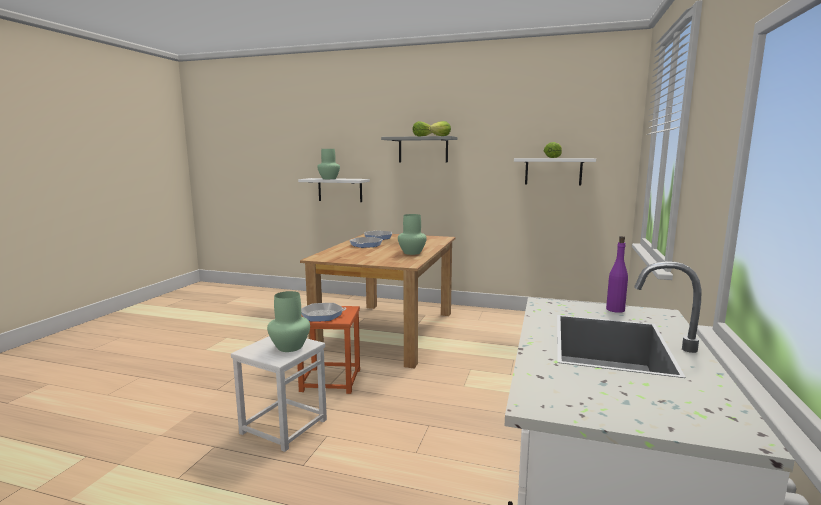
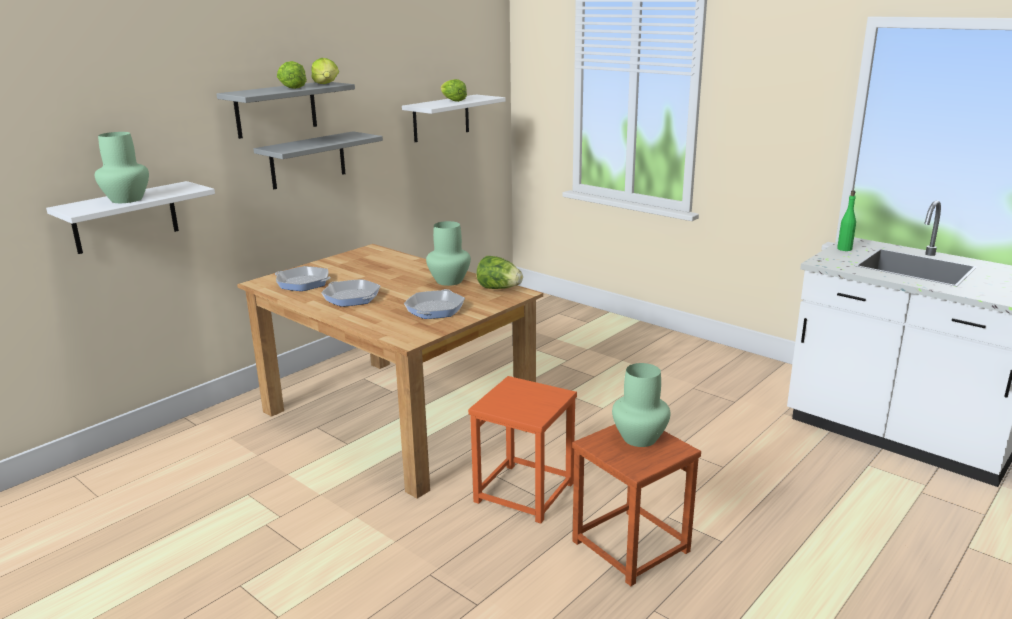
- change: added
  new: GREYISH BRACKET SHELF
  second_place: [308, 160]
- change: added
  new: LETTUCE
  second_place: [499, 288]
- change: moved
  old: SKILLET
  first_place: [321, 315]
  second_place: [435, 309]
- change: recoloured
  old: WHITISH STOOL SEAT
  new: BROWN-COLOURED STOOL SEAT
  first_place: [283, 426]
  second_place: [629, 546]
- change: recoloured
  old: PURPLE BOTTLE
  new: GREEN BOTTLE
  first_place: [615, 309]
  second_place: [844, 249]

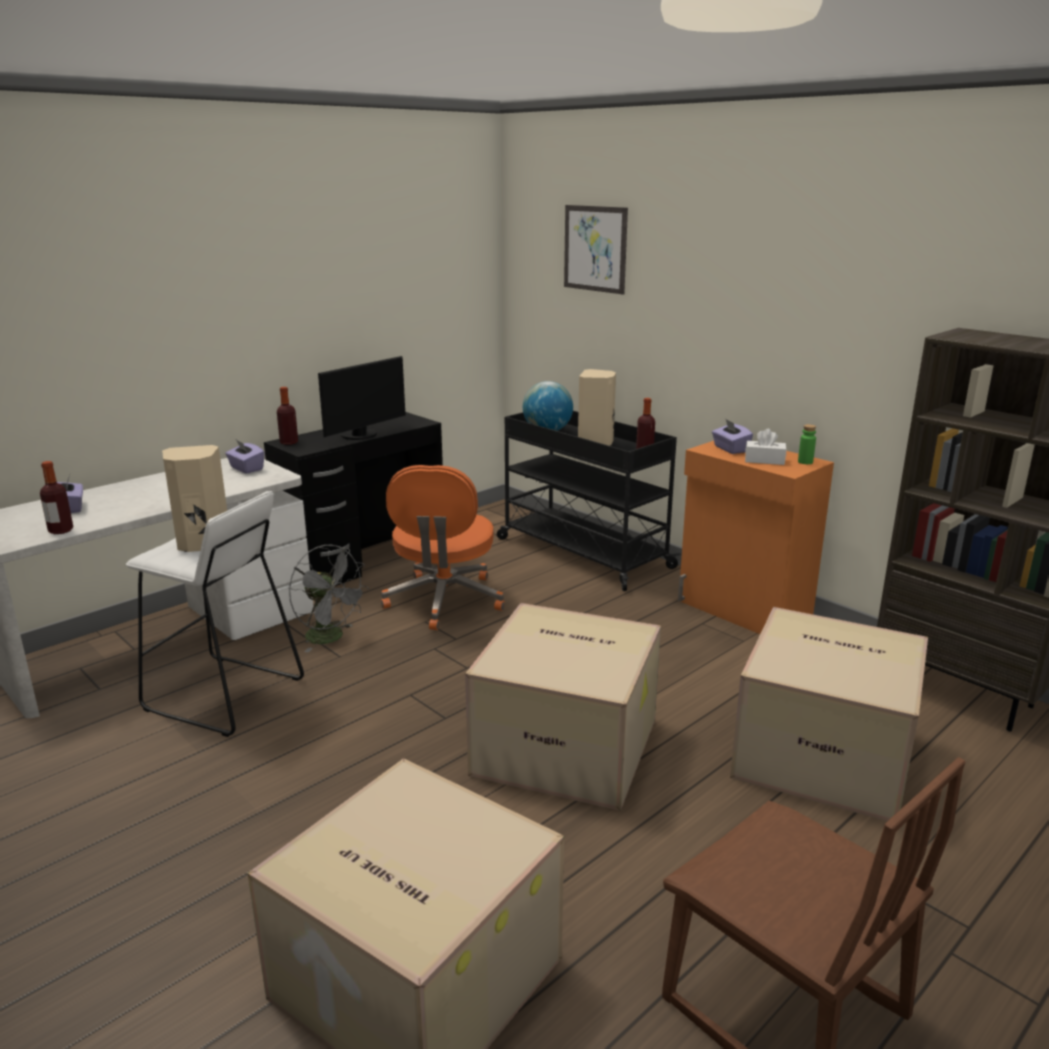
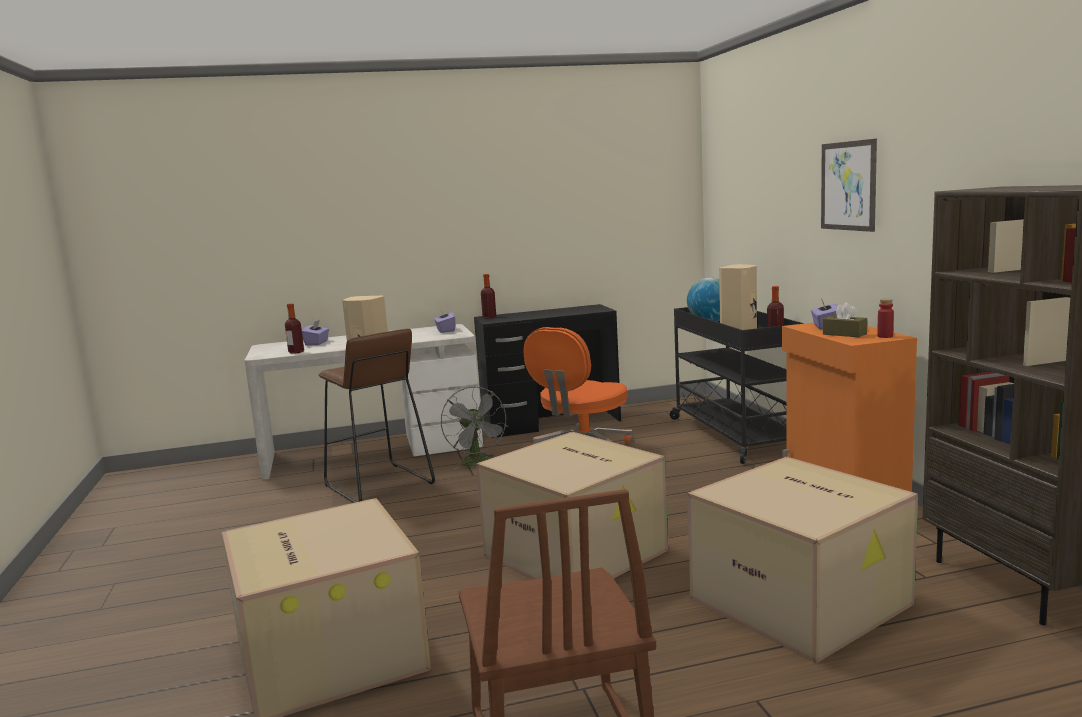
- change: removed
  old: COMPUTER SCREEN
  first_place: [361, 435]
- change: moved
  old: WALL PICTURE
  first_place: [595, 249]
  second_place: [848, 186]
- change: recoloured
  old: WHITISH STOOL SEAT
  new: BROWN-COLOURED STOOL SEAT
  first_place: [224, 695]
  second_place: [378, 485]
- change: recoloured
  old: WHITISH TISSUE HOLDER
  new: BROWN-COLOURED TISSUE HOLDER
  first_place: [764, 460]
  second_place: [844, 334]
- change: recoloured
  old: GREEN BOTTLE
  new: RED-COLOURED BOTTLE
  first_place: [805, 462]
  second_place: [885, 336]

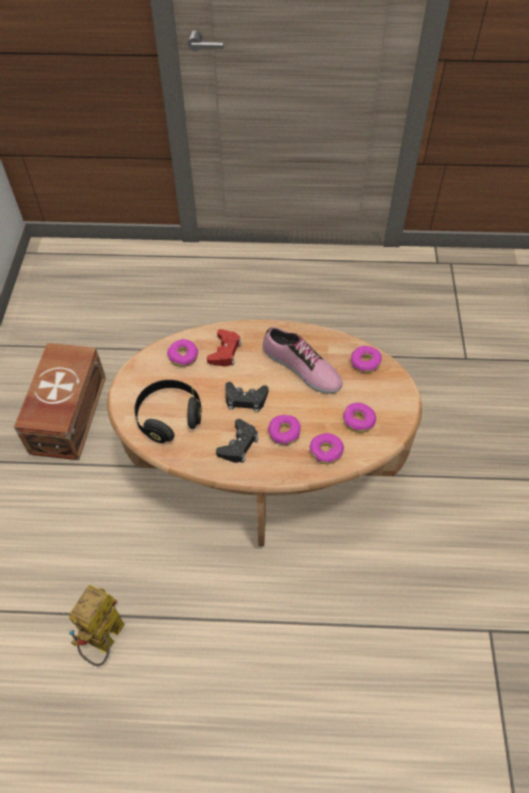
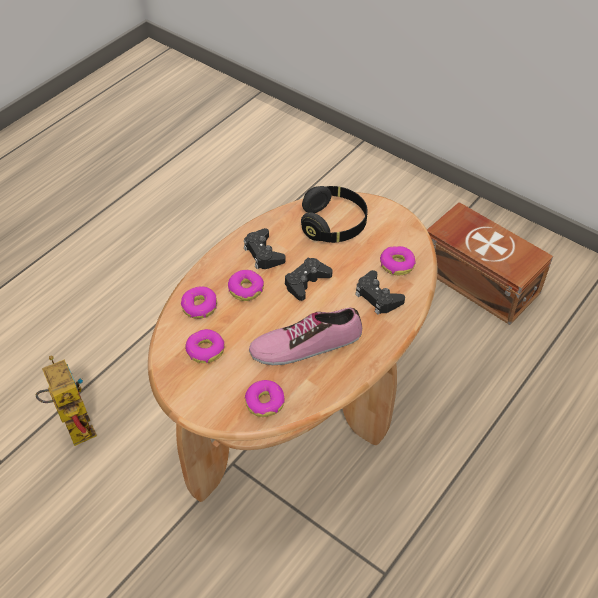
- change: moved
  old: ROBOT FIGURE
  first_place: [105, 643]
  second_place: [73, 423]
- change: recoloured
  old: RED-COLOURED GAMEPAD
  new: BLACK-COLOURED GAMEPAD
  first_place: [225, 352]
  second_place: [377, 297]

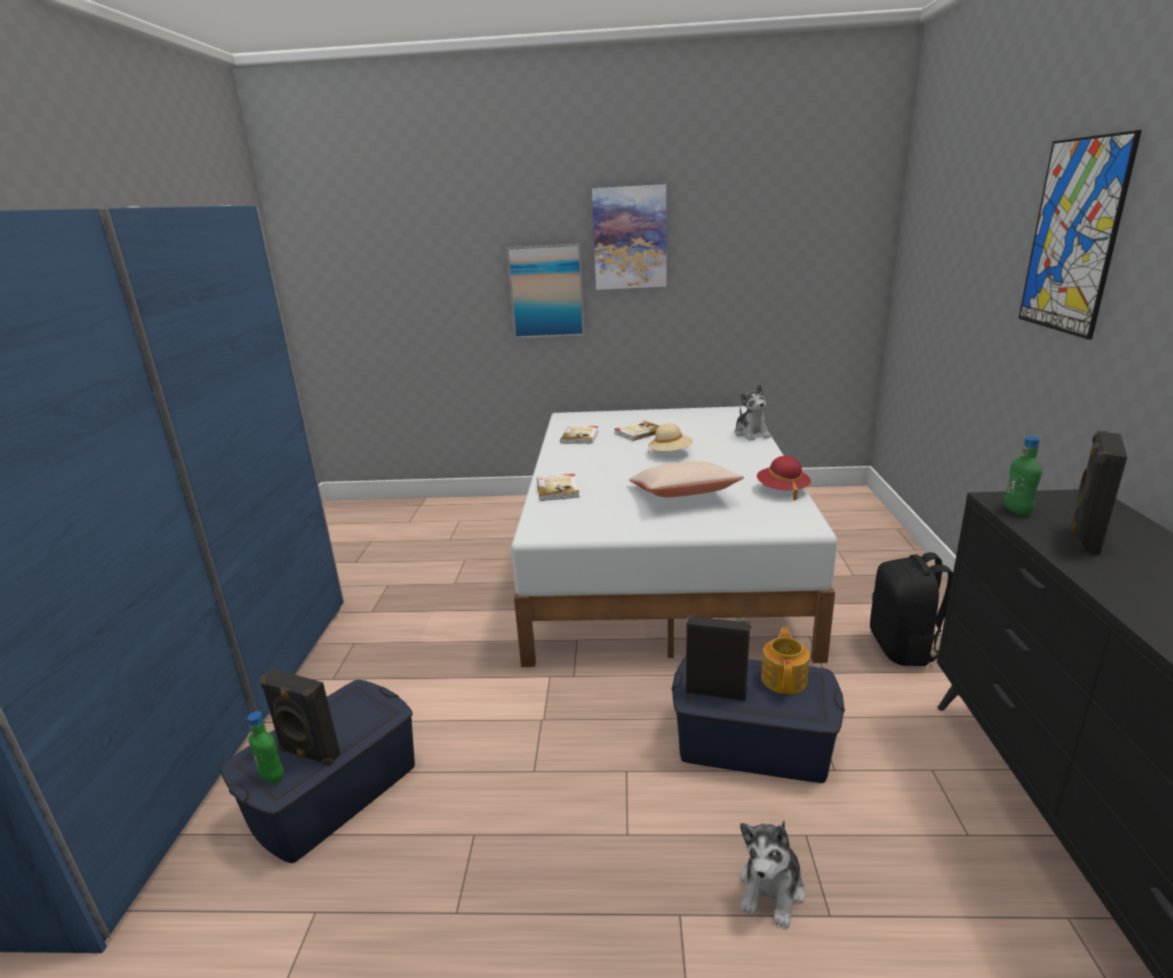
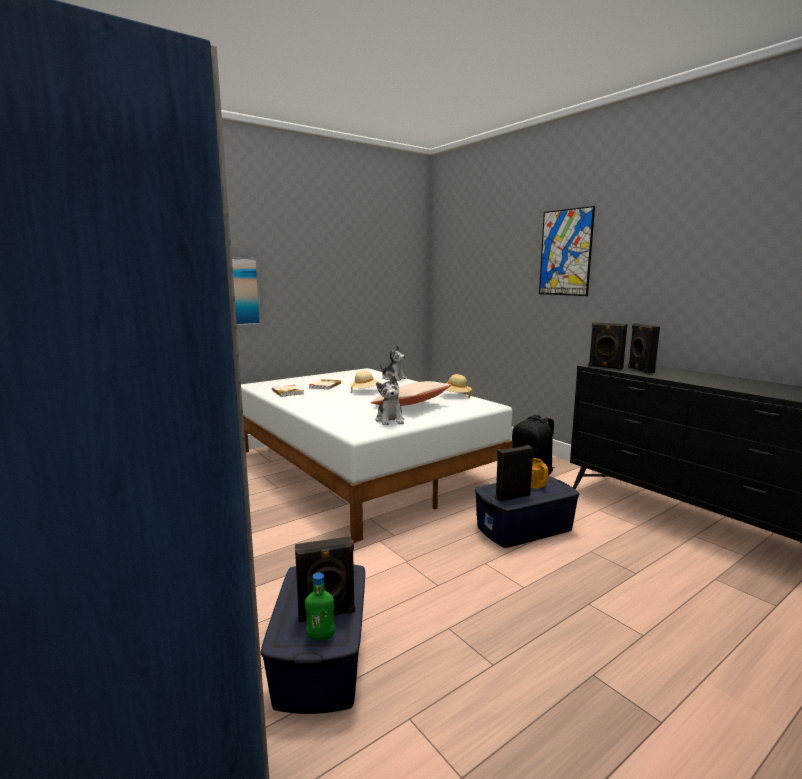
- change: removed
  old: BOOK
  first_place: [558, 489]
- change: removed
  old: WALL PICTURE
  first_place: [629, 238]
- change: moved
  old: CUDDLY TOY
  first_place: [772, 889]
  second_place: [390, 420]
- change: replaced
  old: GREEN BOTTLE
  new: BLACK-COLOURED AUDIO SPEAKER
  first_place: [1017, 511]
  second_place: [605, 367]
- change: recoloured
  old: RED-COLOURED CLOTHING HAT
  new: BEIGE CLOTHING HAT
  first_place: [782, 490]
  second_place: [455, 395]

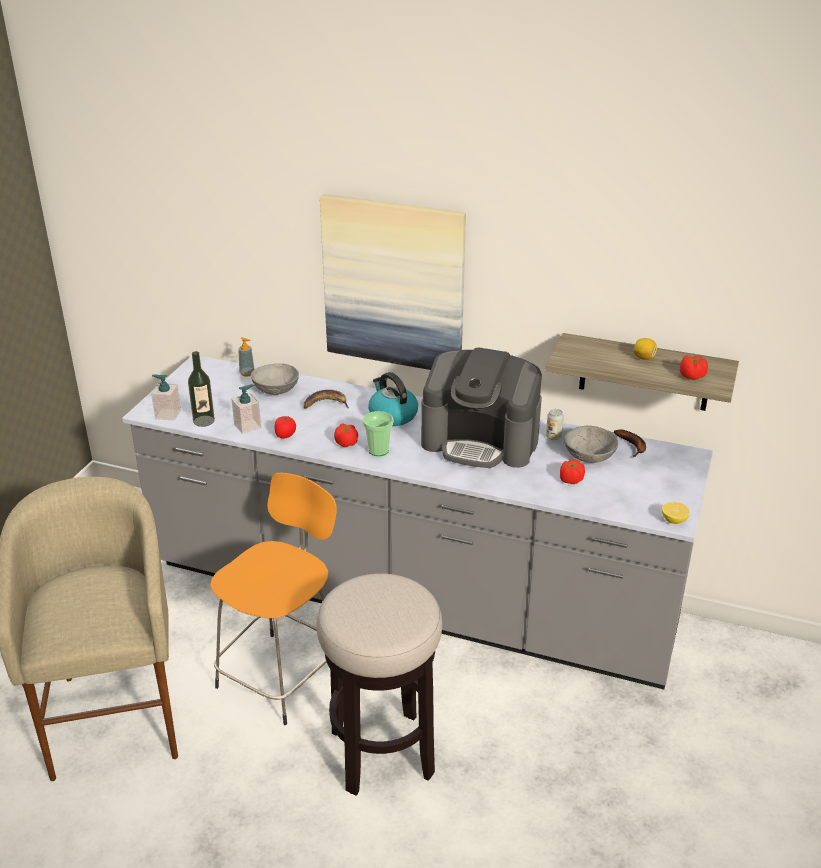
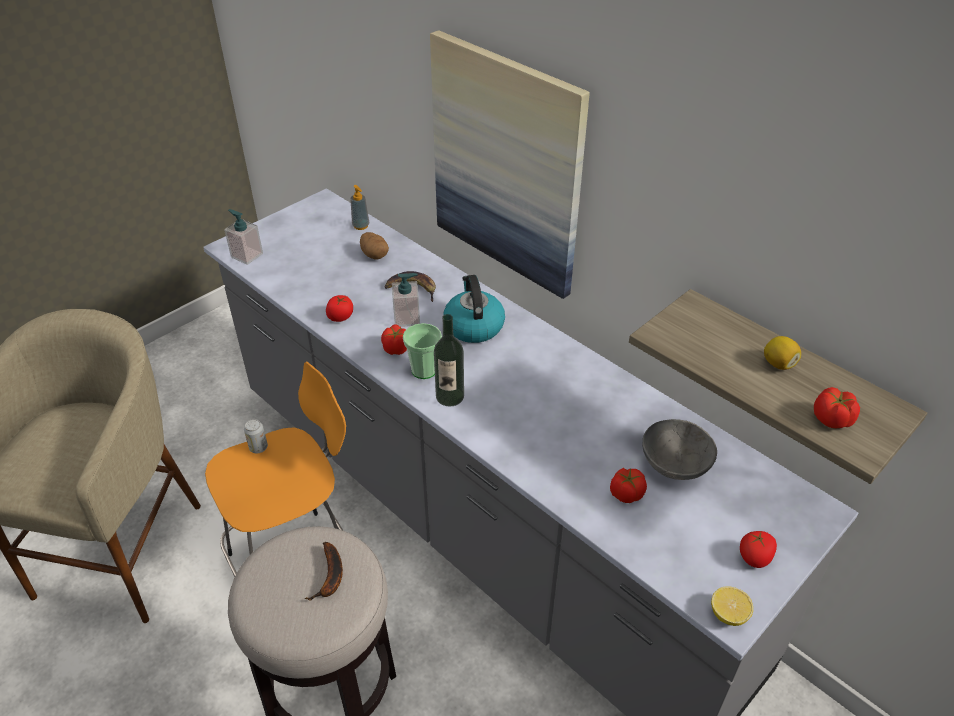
- change: removed
  old: COFFEE MAKER
  first_place: [481, 441]
- change: added
  new: FRESH TOMATO
  second_place: [754, 557]
- change: moved
  old: BOTTLE
  first_place: [204, 421]
  second_place: [450, 396]
- change: moved
  old: LIQUID SOAP BOTTLE
  first_place: [247, 426]
  second_place: [407, 318]
- change: moved
  old: METAL CAN
  first_place: [553, 437]
  second_place: [258, 447]
- change: moved
  old: BANANA
  first_place: [633, 446]
  second_place: [330, 577]
- change: replaced
  old: GREYISH DEEP DISH
  new: SPUD
  first_place: [276, 389]
  second_place: [374, 255]

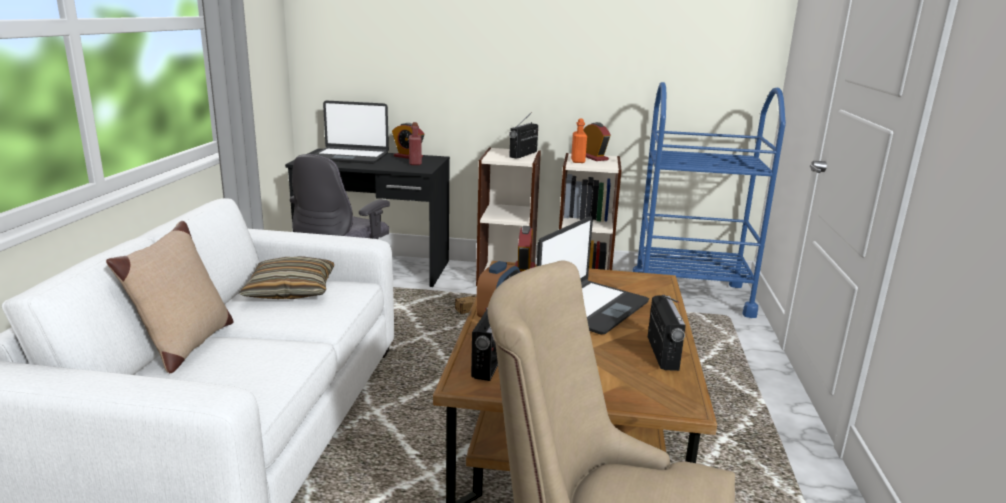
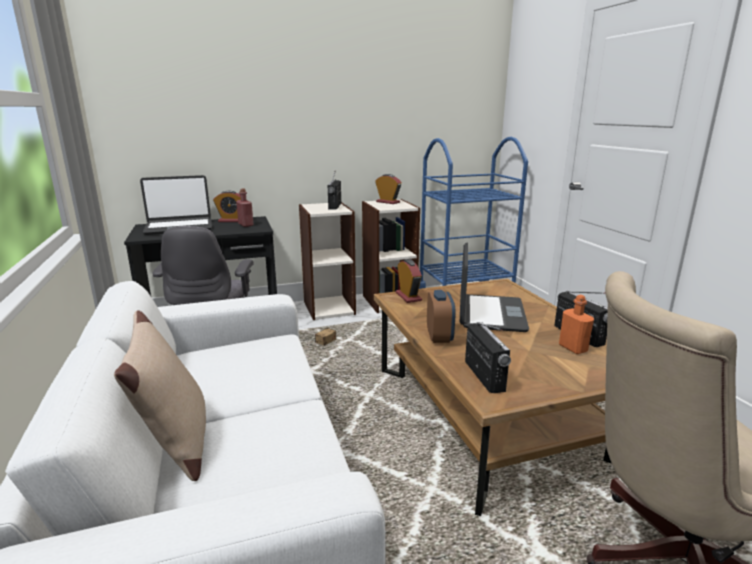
- change: removed
  old: PILLOW
  first_place: [291, 290]
- change: moved
  old: ORANGE BOTTLE
  first_place: [578, 161]
  second_place: [573, 348]

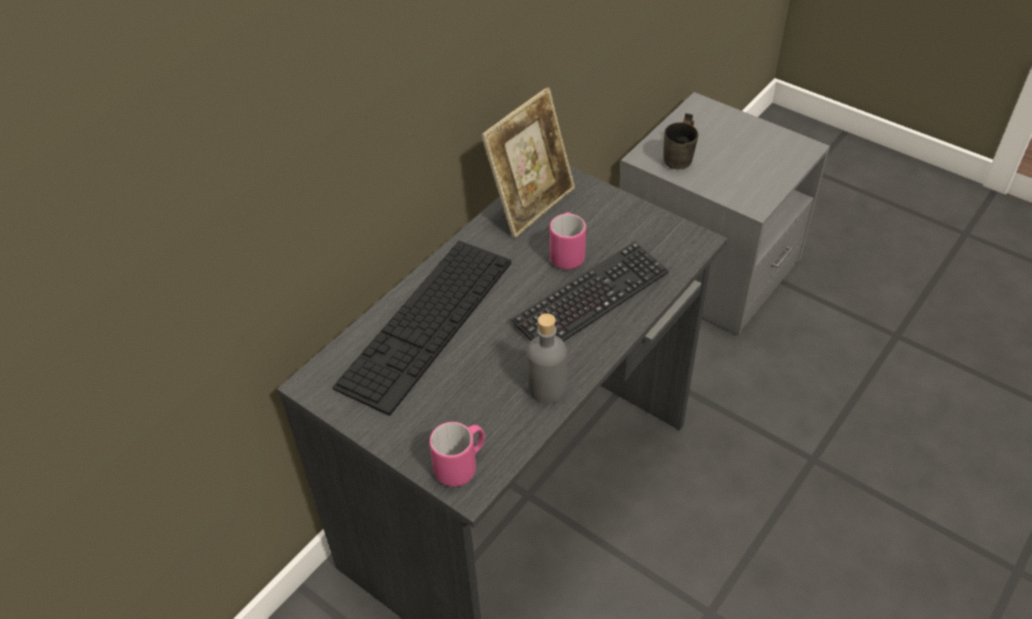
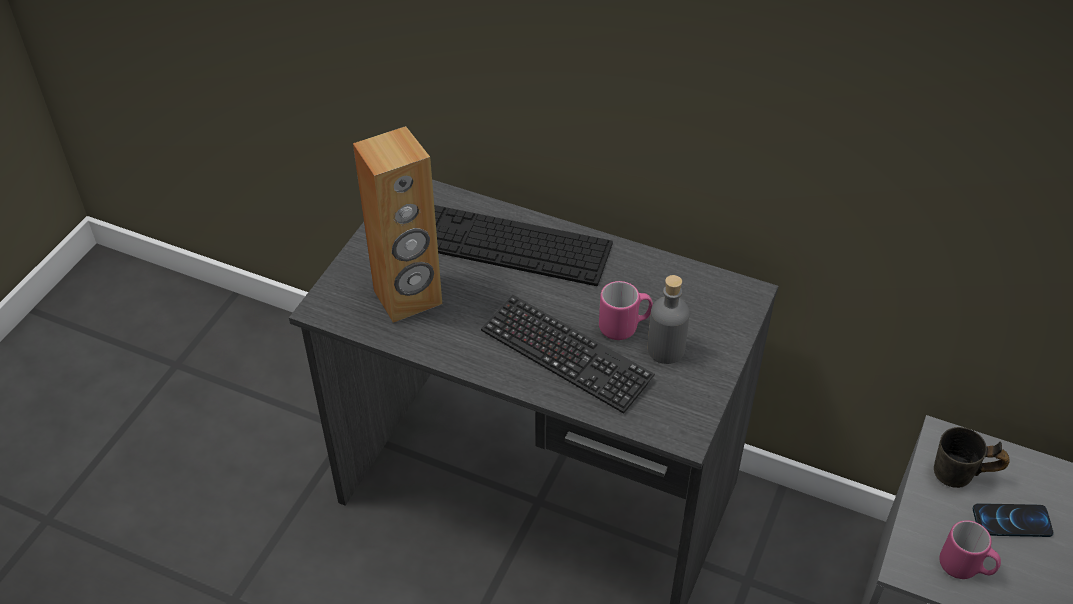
- change: removed
  old: PICTURE FRAME
  first_place: [531, 204]
- change: added
  new: BROWN-COLOURED AUDIO SPEAKER
  second_place: [408, 298]
- change: added
  new: PHONE
  second_place: [1011, 521]
- change: moved
  old: PINK MUG
  first_place: [461, 466]
  second_place: [965, 567]
- change: moved
  old: GREYISH BOTTLE
  first_place: [547, 388]
  second_place: [665, 349]

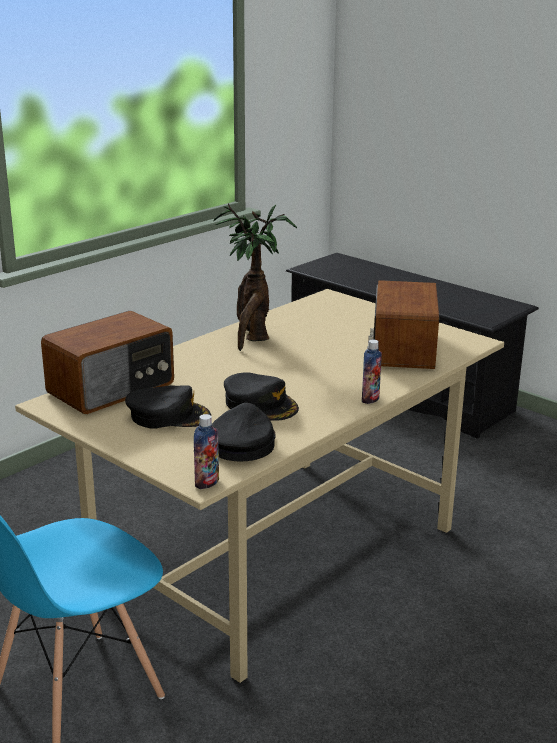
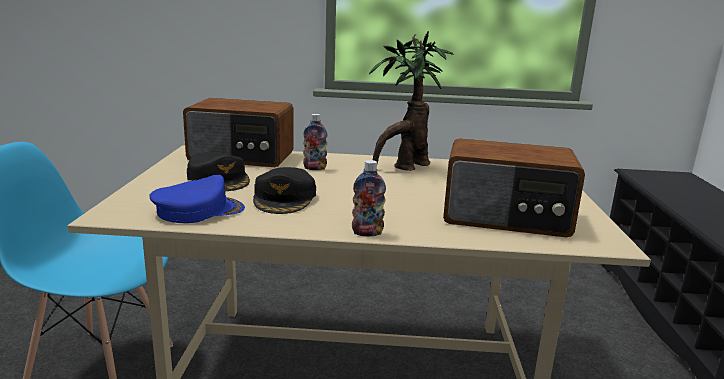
- change: moved
  old: BOTTLE
  first_place: [207, 483]
  second_place: [315, 168]
- change: recoloured
  old: BLACK-COLOURED BASEBALL CAP
  new: BLUE BASEBALL CAP
  first_place: [242, 443]
  second_place: [198, 210]
- change: turned
  old: RADIO RECEIVER
  first_place: [402, 349]
  second_place: [506, 218]
  degrees: -135

